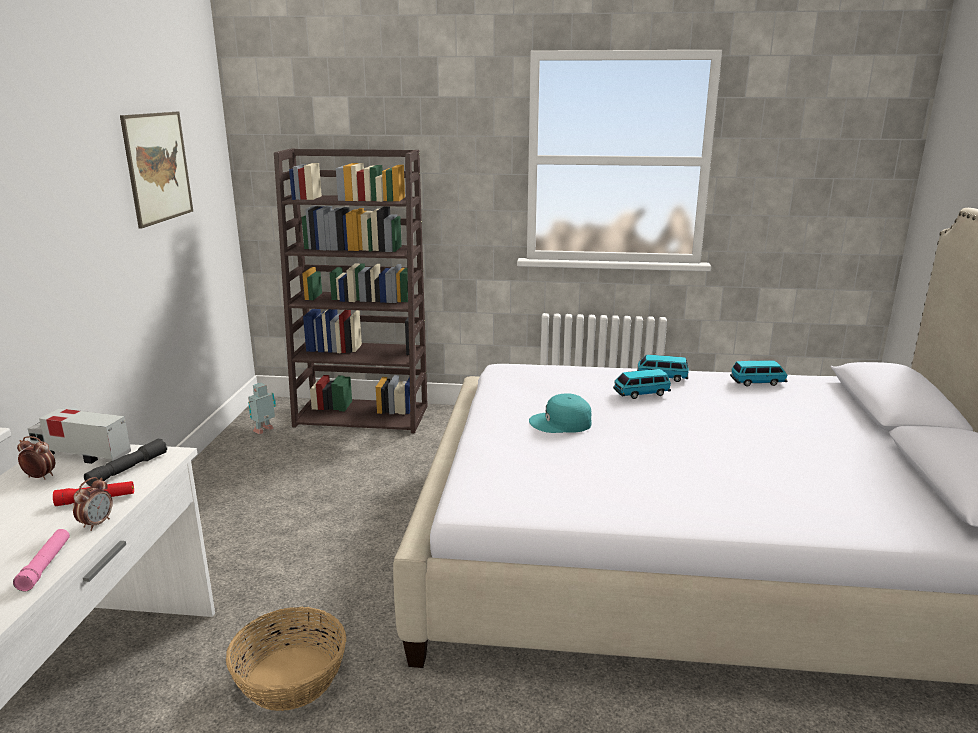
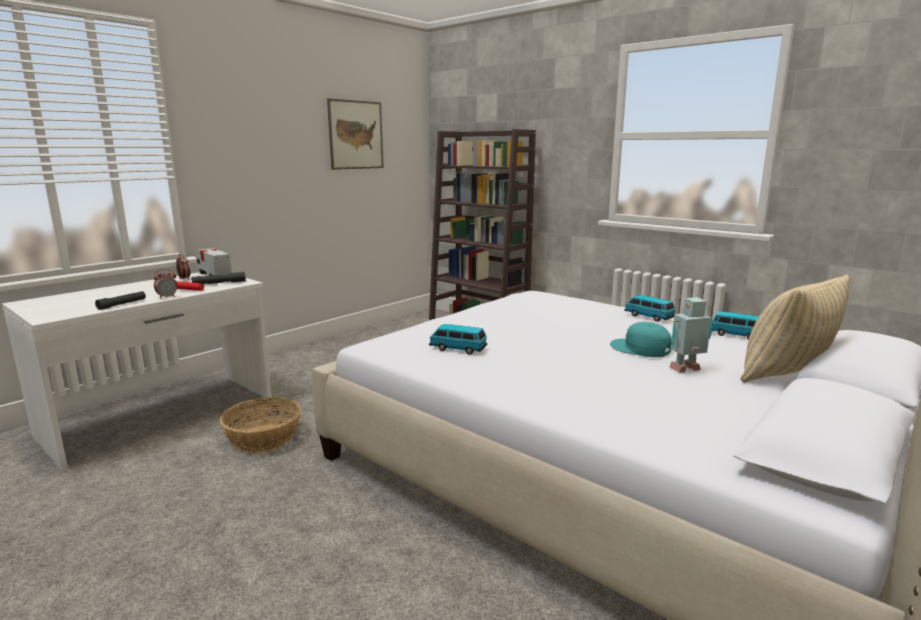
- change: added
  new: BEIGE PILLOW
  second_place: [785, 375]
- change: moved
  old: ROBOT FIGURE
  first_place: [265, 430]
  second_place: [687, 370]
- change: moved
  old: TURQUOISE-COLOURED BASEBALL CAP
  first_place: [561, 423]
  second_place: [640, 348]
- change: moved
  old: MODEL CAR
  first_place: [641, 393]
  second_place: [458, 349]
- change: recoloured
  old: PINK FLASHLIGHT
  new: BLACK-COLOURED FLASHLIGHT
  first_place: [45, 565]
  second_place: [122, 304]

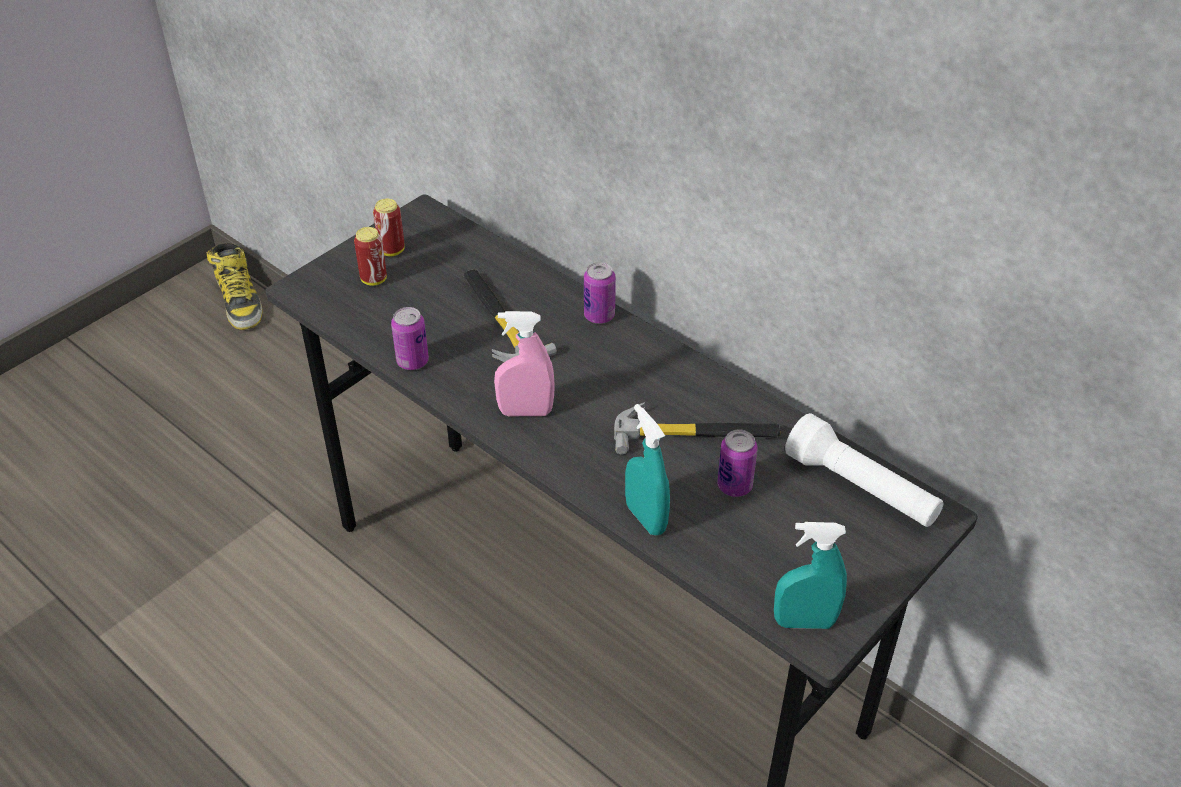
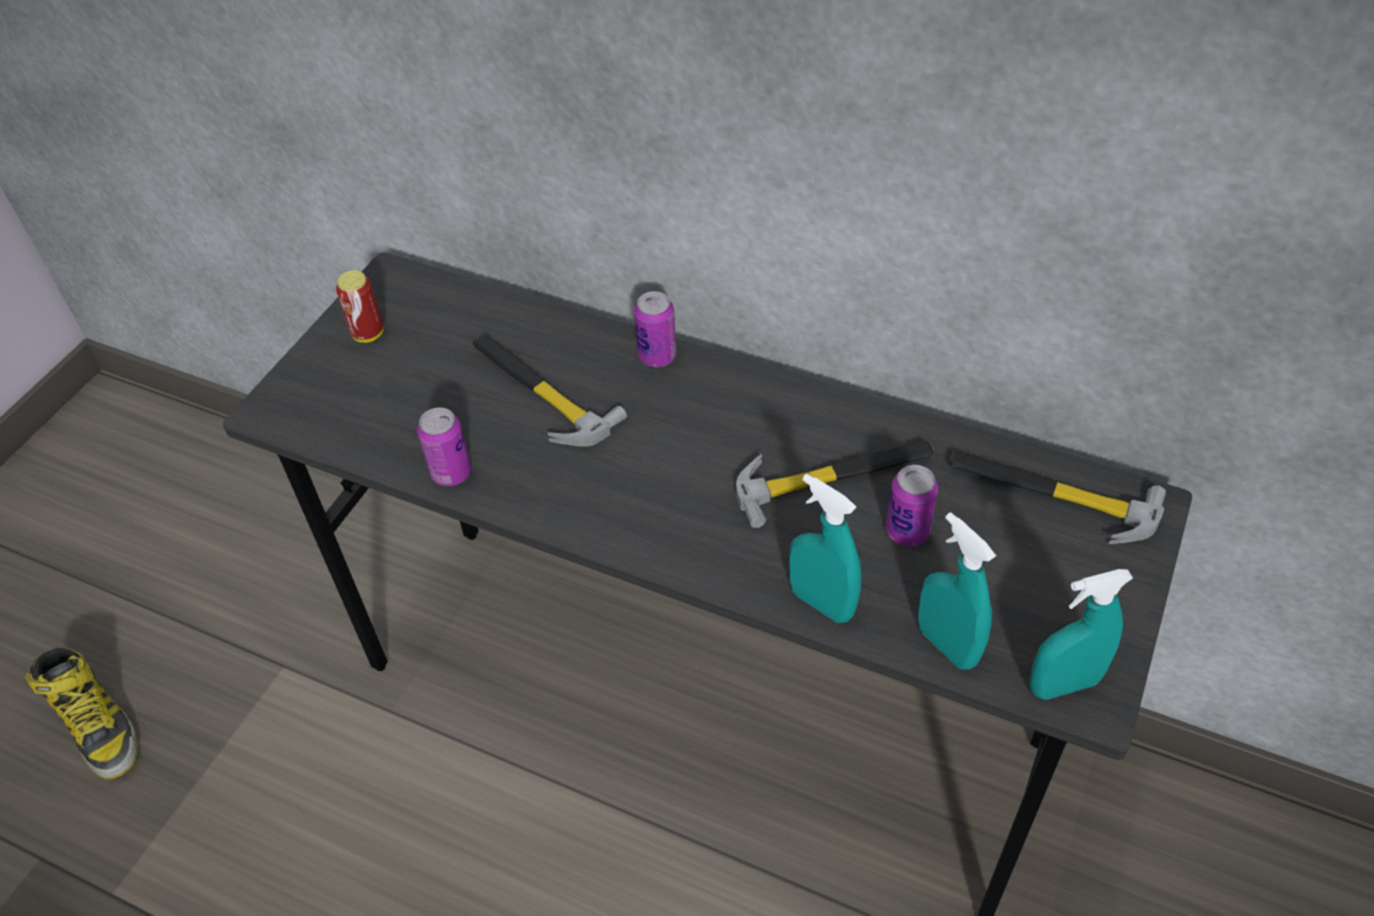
- change: removed
  old: METAL CAN
  first_place: [374, 279]
- change: removed
  old: PINK SPRAYER
  first_place: [525, 412]
- change: added
  new: TURQUOISE-COLOURED SPRAYER
  second_place: [946, 645]
- change: moved
  old: HIGH-TOP BOOT
  first_place: [240, 301]
  second_place: [97, 725]
- change: replaced
  old: WHITISH FLASHLIGHT
  new: HAND HAMMER
  first_place: [861, 489]
  second_place: [1051, 495]

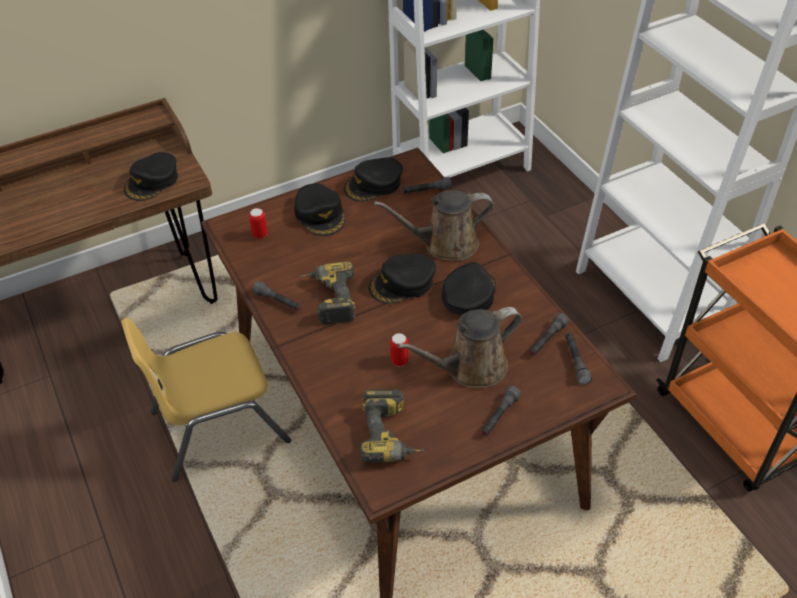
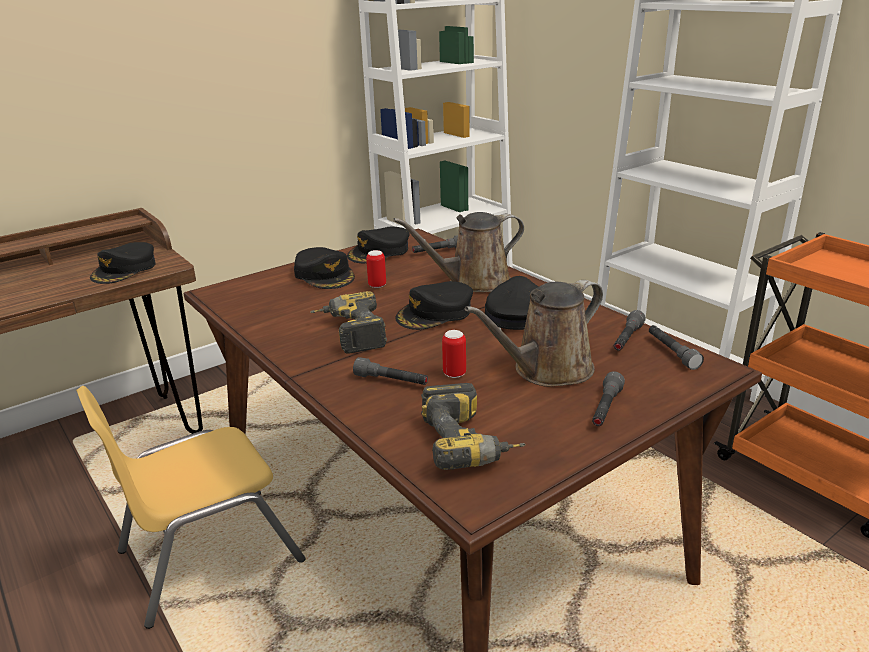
- change: moved
  old: METAL CAN
  first_place: [260, 234]
  second_place: [377, 285]
- change: moved
  old: GREYISH FLASHLIGHT
  first_place: [278, 301]
  second_place: [391, 381]

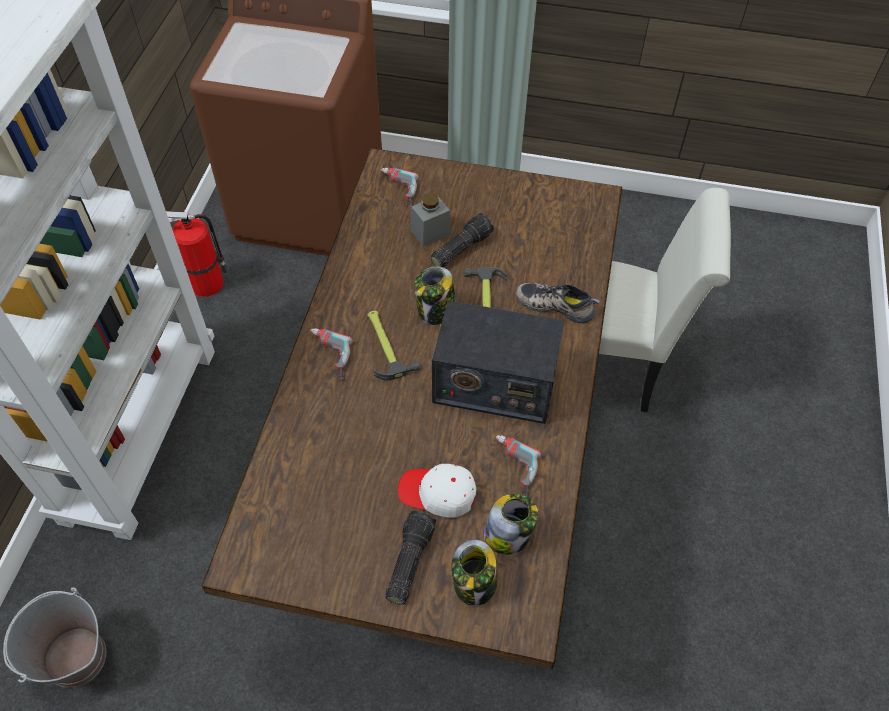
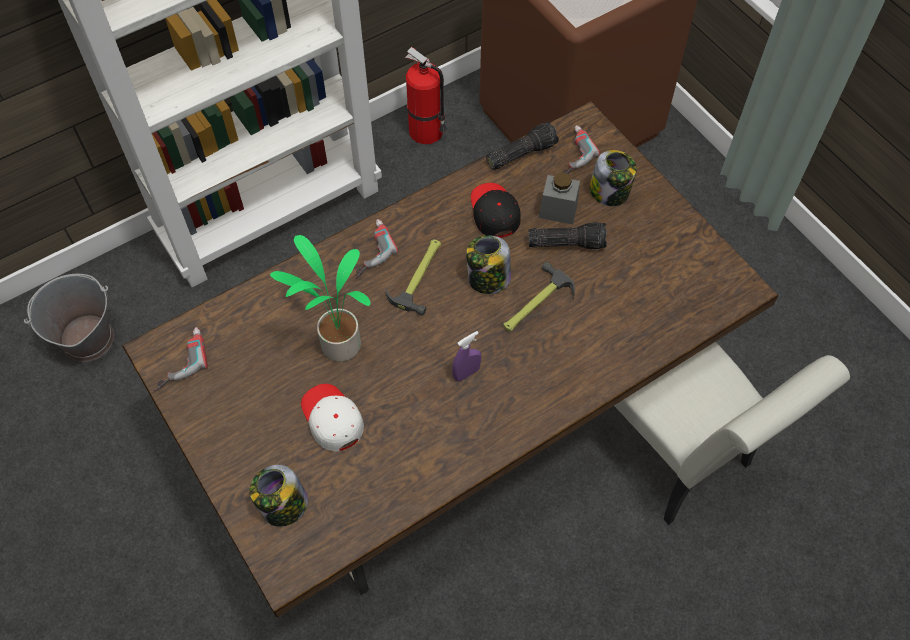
- change: removed
  old: SHOE
  first_place: [556, 304]
- change: added
  new: POTTED PLANT
  second_place: [338, 345]
- change: added
  new: BLACK-COLOURED BASEBALL CAP
  second_place: [494, 212]
- change: moved
  old: FLASHLIGHT
  first_place: [408, 561]
  second_place: [521, 153]
- change: moved
  old: STORAGE JAR
  first_place: [508, 535]
  second_place: [610, 192]
- change: moved
  old: POWER DRILL
  first_place: [512, 470]
  second_place: [178, 361]
- change: replaced
  old: RADIO RECEIVER
  new: PURPLE SPRAYER
  first_place: [494, 383]
  second_place: [466, 373]

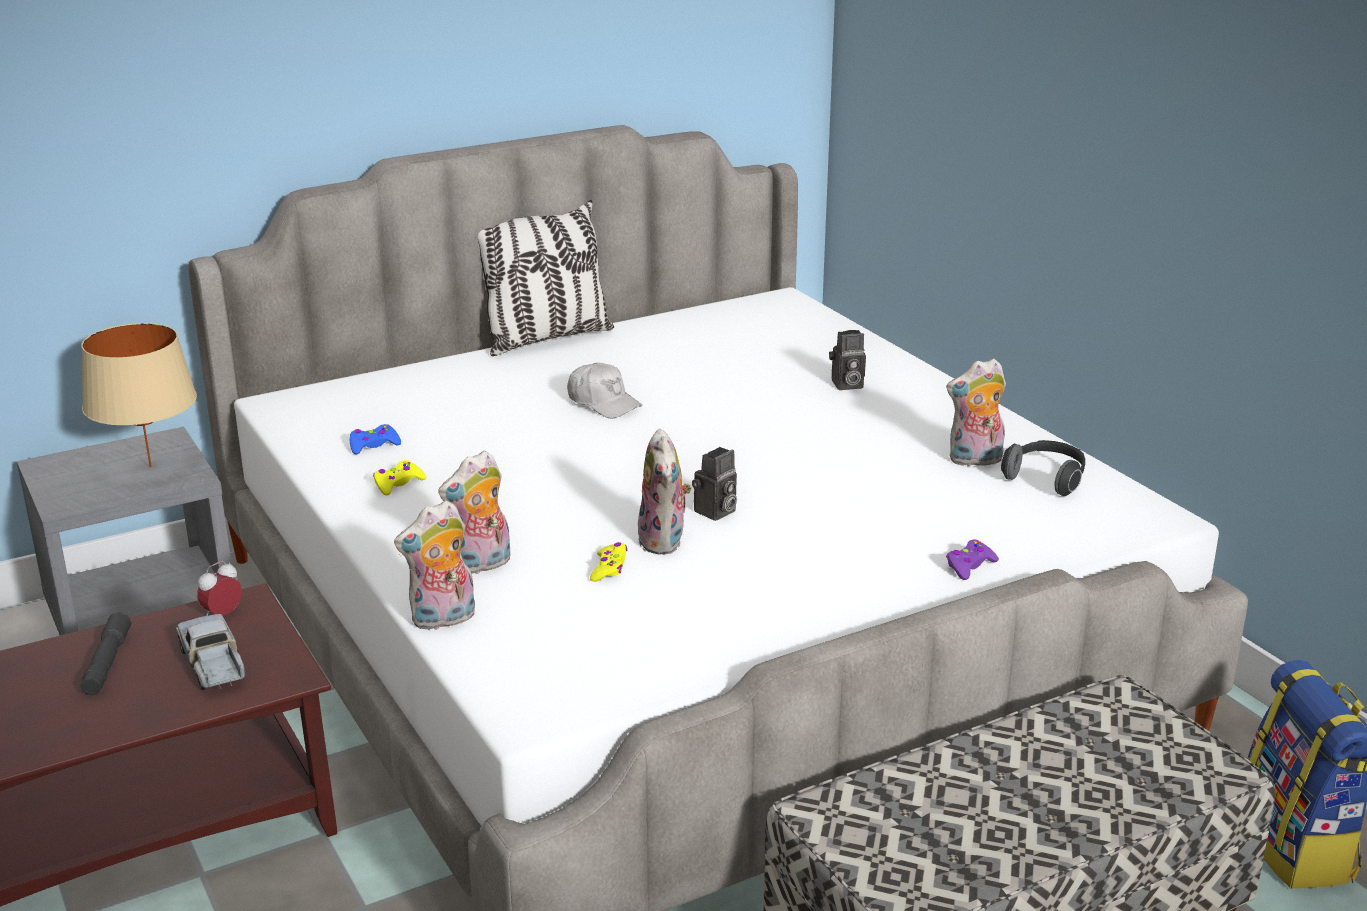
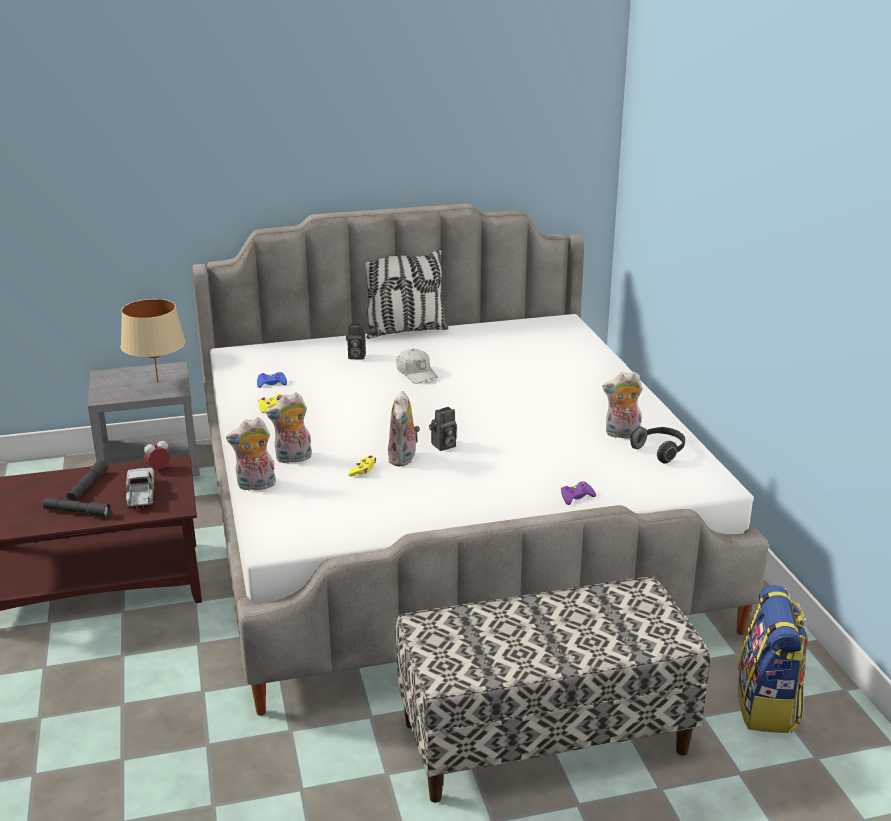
- change: added
  new: GREYISH FLASHLIGHT
  second_place: [77, 512]
- change: moved
  old: STILL CAMERA
  first_place: [846, 385]
  second_place: [355, 356]

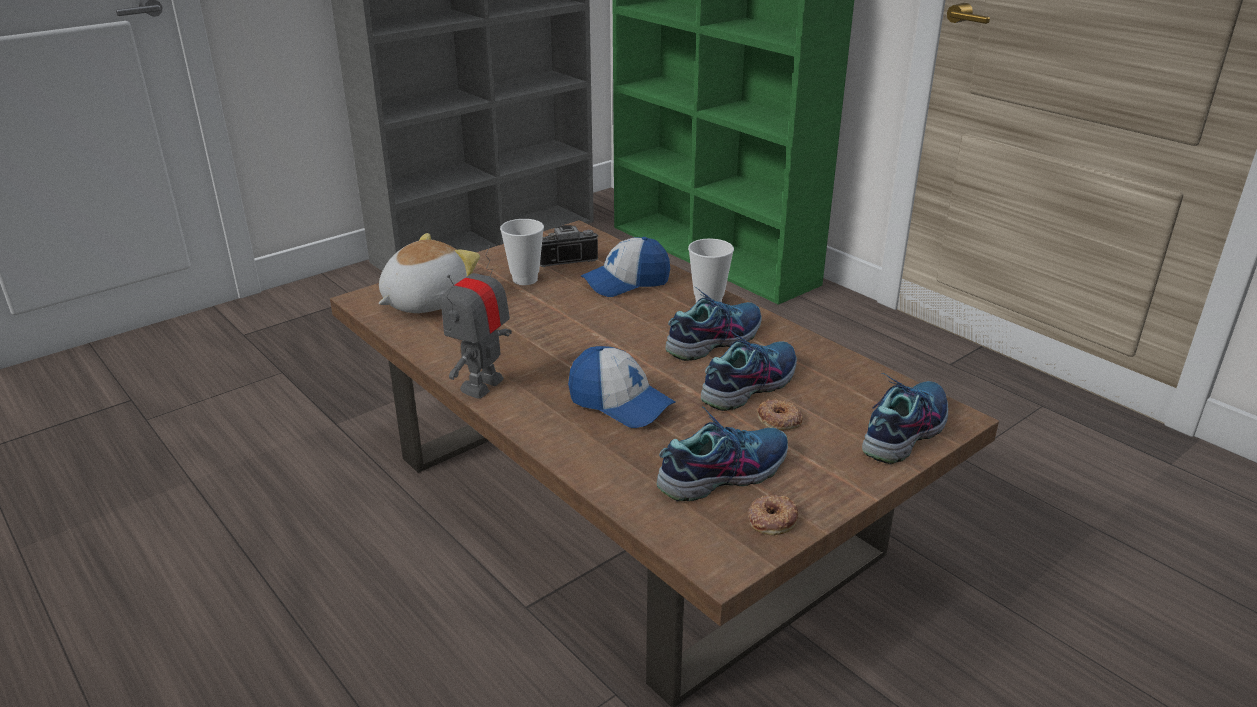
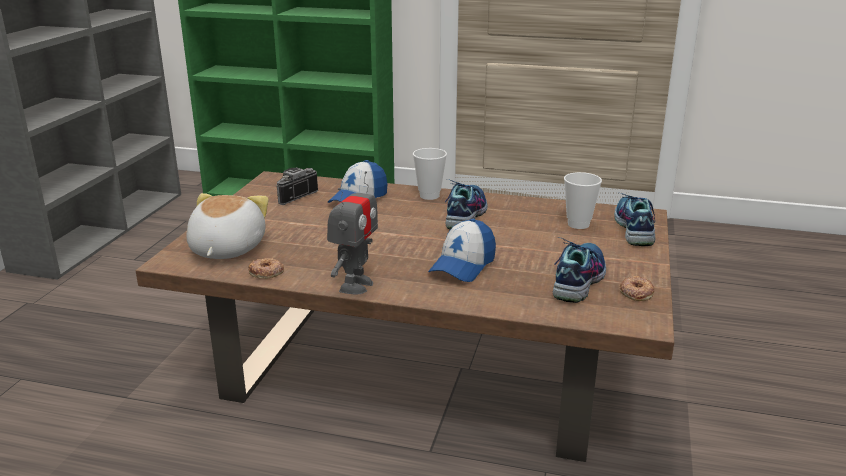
- change: removed
  old: SHOE
  first_place: [749, 384]
- change: moved
  old: DRINKING CUP
  first_place: [525, 279]
  second_place: [578, 224]
- change: moved
  old: DOUGHNUT
  first_place: [779, 419]
  second_place: [266, 272]
- change: turned
  old: ROBOT FIGURE
  first_place: [482, 385]
  second_place: [355, 285]
  degrees: -150
- change: turned
  old: BASEBALL CAP
  first_place: [620, 403]
  second_place: [463, 265]
  degrees: 120

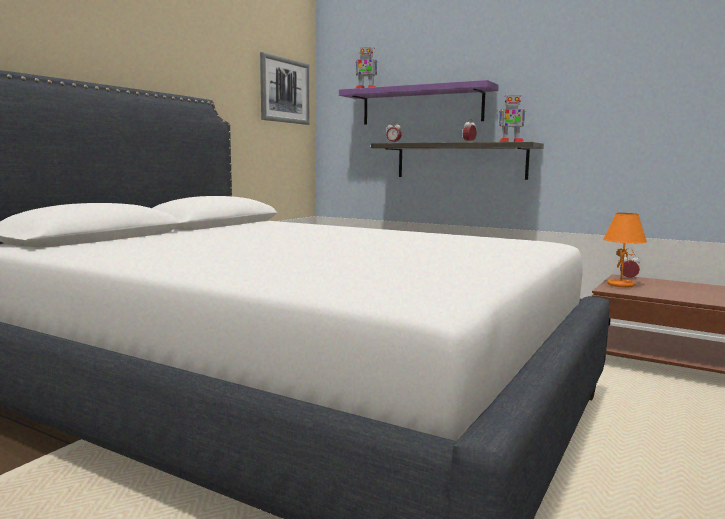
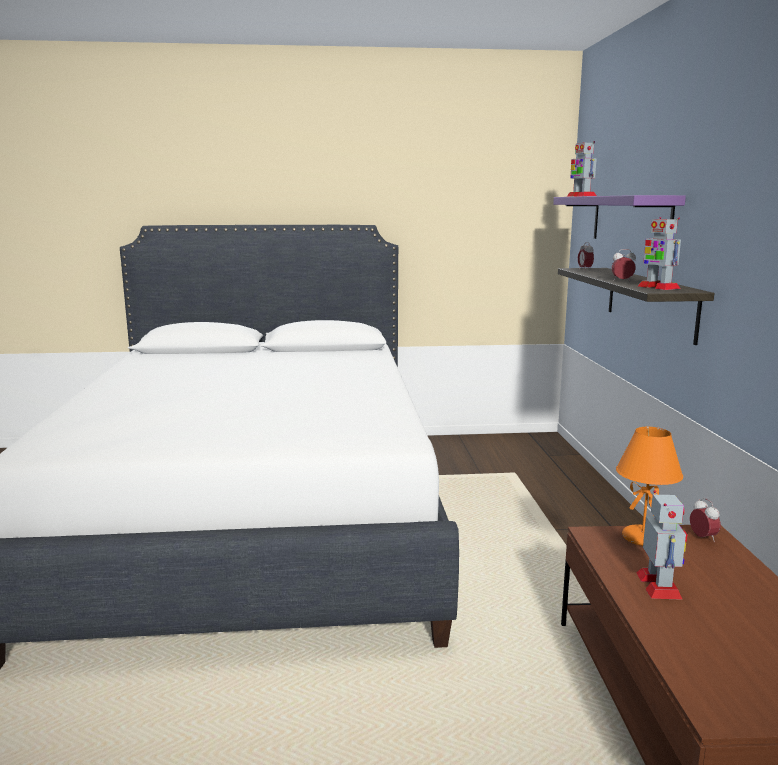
- change: removed
  old: WALL PICTURE
  first_place: [284, 90]
- change: added
  new: ROBOT FIGURE
  second_place: [659, 586]

